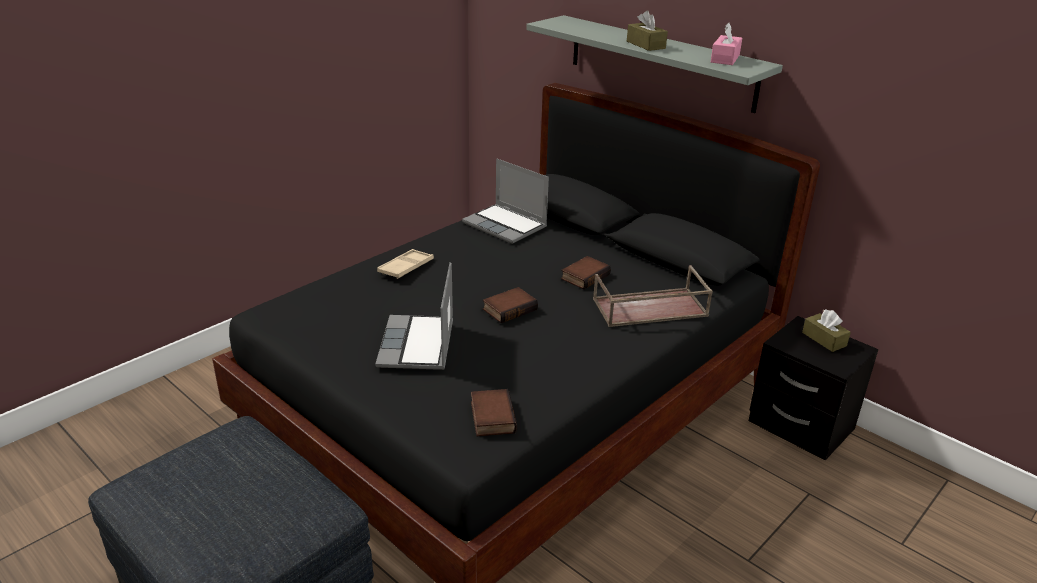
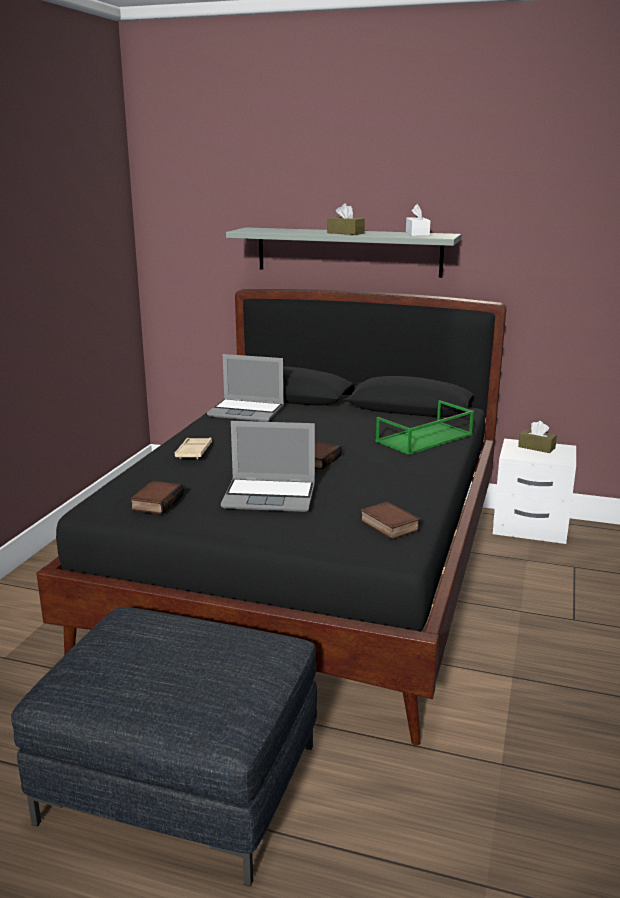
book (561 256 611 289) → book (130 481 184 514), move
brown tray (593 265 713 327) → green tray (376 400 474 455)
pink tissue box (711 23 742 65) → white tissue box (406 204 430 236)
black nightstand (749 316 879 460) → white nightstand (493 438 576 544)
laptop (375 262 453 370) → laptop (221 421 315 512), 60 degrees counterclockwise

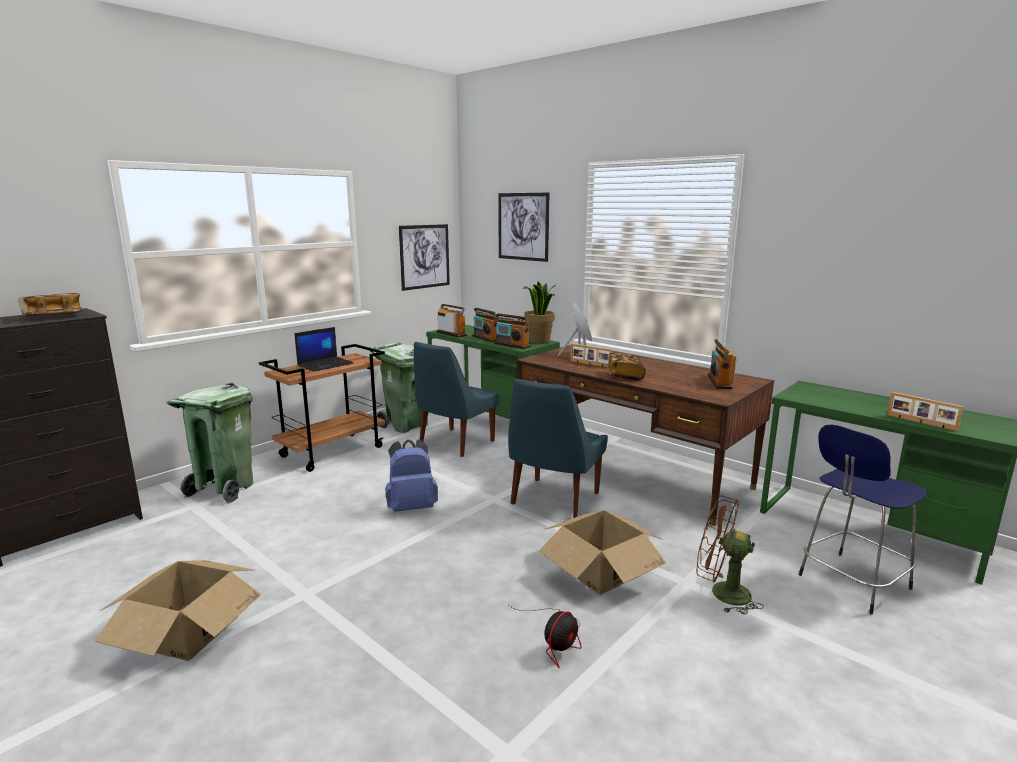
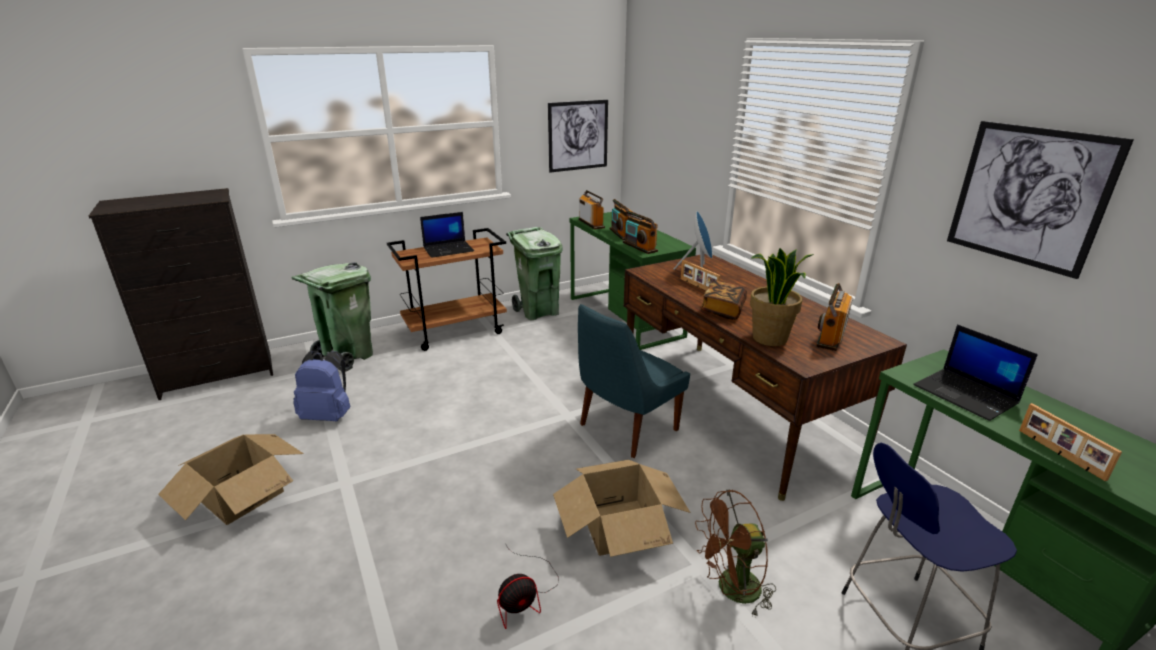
book (18 293 83 316) → -
blue chair (414 342 499 457) → -
- → laptop (913 324 1038 421)
blue backpack (385 439 438 512) → blue backpack (293 350 350 421), move
picture (498 193 549 262) → picture (947 121 1134 279), move
potted plant (522 282 556 344) → potted plant (750 248 814 346), move
brown fan (696 496 764 615) → brown fan (695 490 776 616), 60 degrees counterclockwise

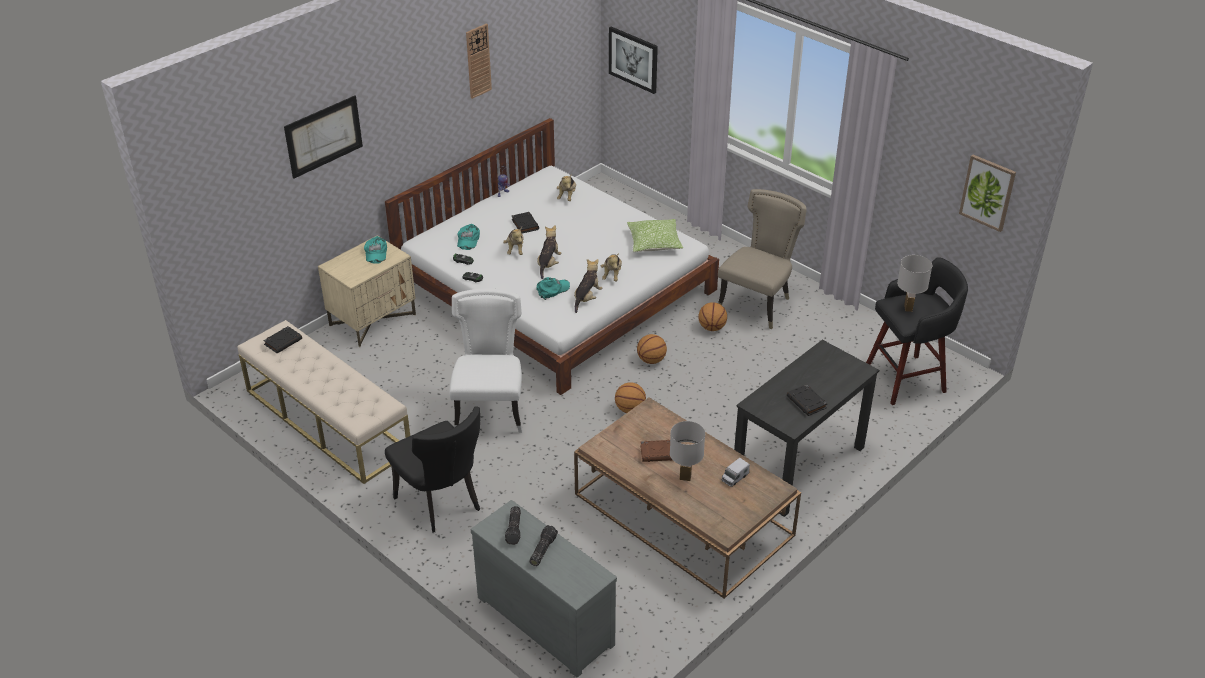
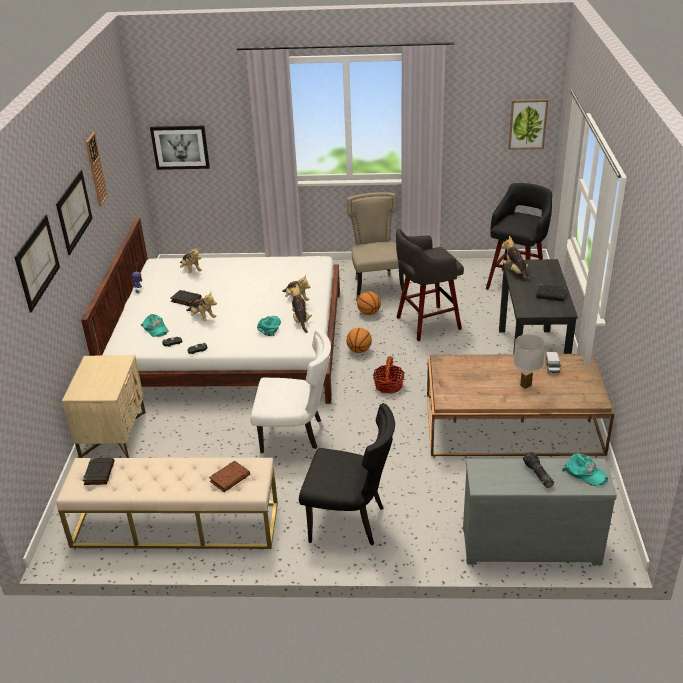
flashlight (505 506 521 545) → -
pillow (627 219 683 252) → -
white table lamp (897 255 932 312) → -
- → picture (56 170 93 255)
- → grey stool (396 229 464 341)
turquoise cap (364 236 387 264) → turquoise cap (562 454 608 486), move
plush toy (537 225 562 279) → plush toy (502 236 531 282), move
brown book (640 440 672 462) → brown book (209 461 250 492), move
basketball (615 382 646 413) → basket (373 356 405 394)
white chair (449 288 522 433) → white chair (251 329 331 458), 135 degrees clockwise

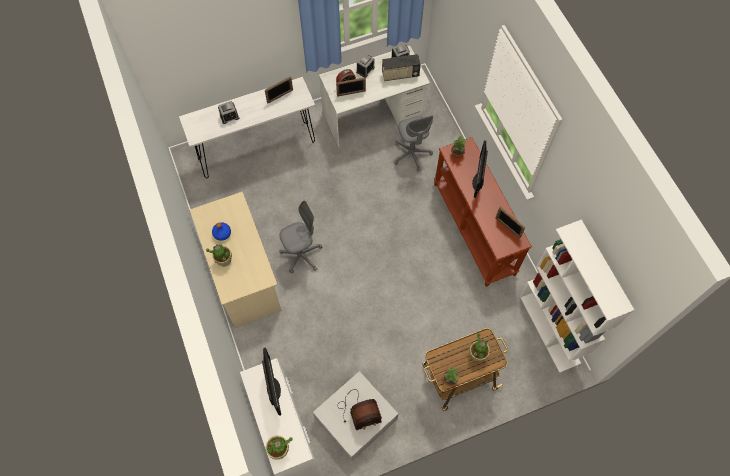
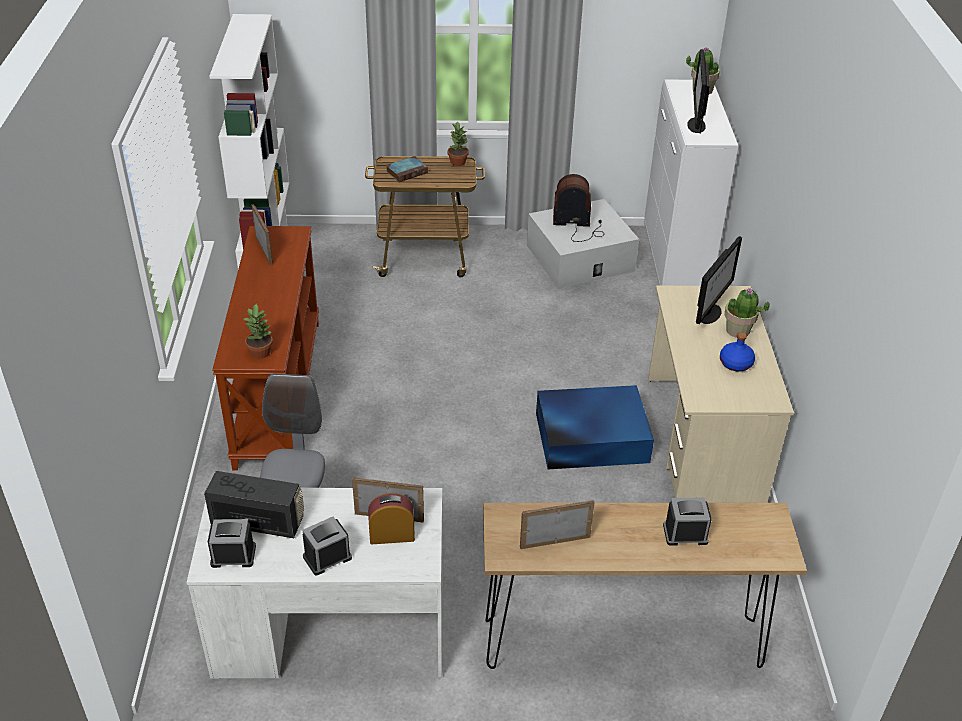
monitor (472 140 488 198) → monitor (696 236 742 324), move
grey office chair (279 201 323 273) → blue storage box (536 385 654 469)
potted plant (469 333 490 362) → book (386 156 428 182)
white console table (179 77 315 178) → brown console table (483 503 807 669)

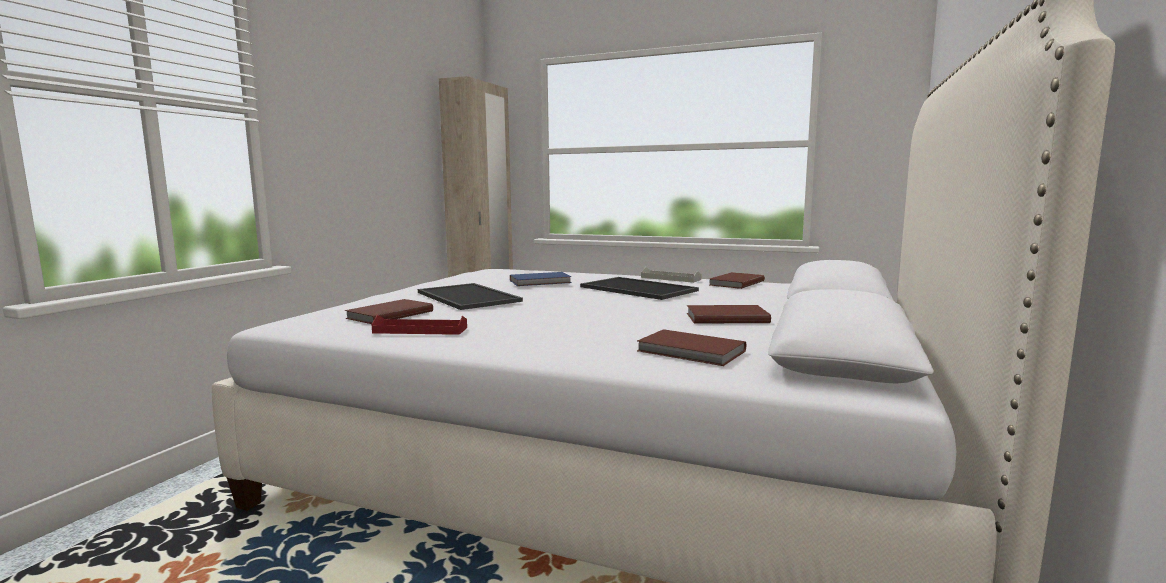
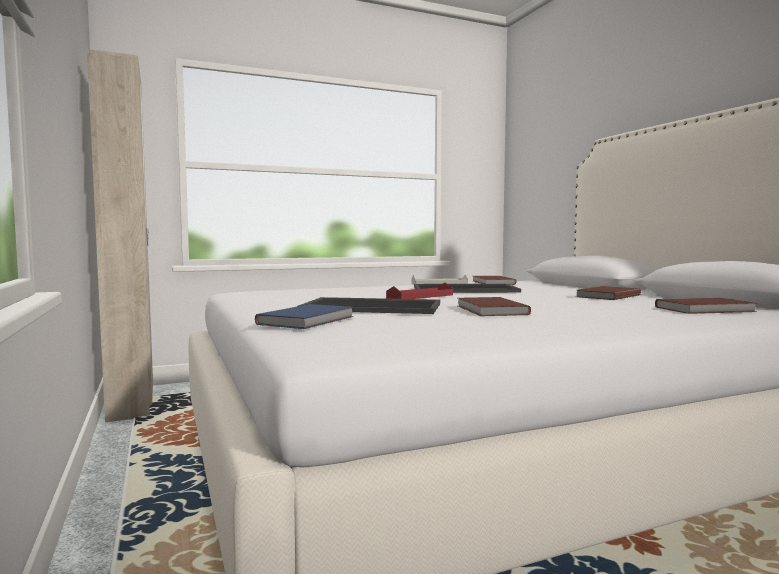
brown book (345 299 433 324) → brown book (458 297 531 316), move
red tray (372 315 467 335) → red tray (386 283 453 299), move
blue book (510 272 572 286) → blue book (255 304 354 329), move

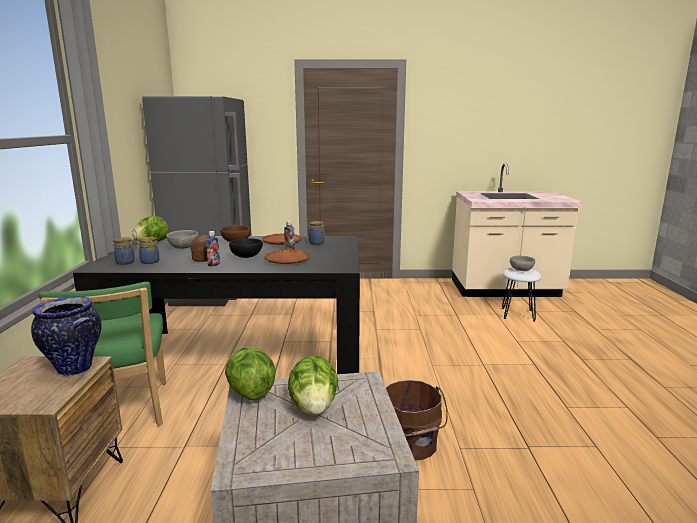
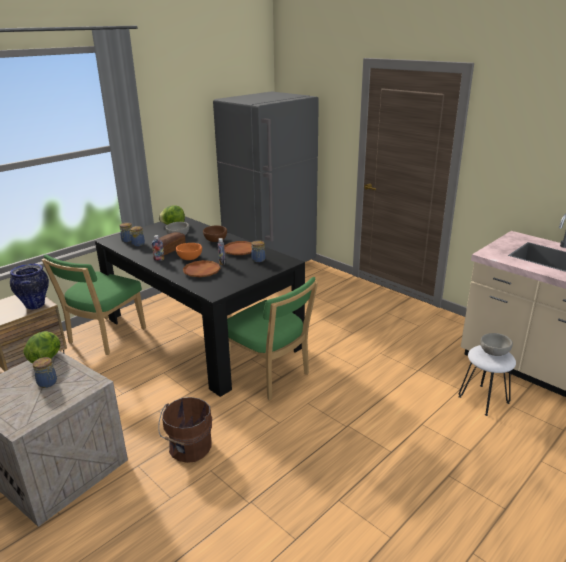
- → green chair (227 277 318 400)
lettuce (288 355 338 415) → jar (33 357 57 388)
black bowl (229 238 263 258) → orange bowl (176 243 202 260)

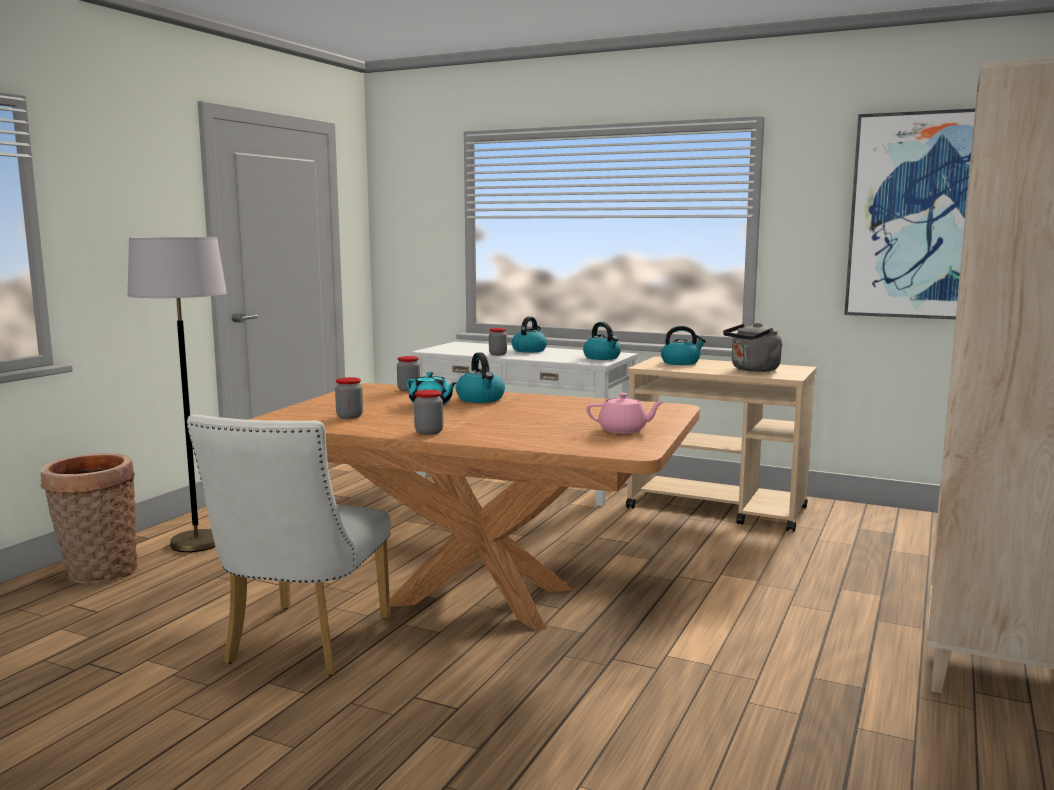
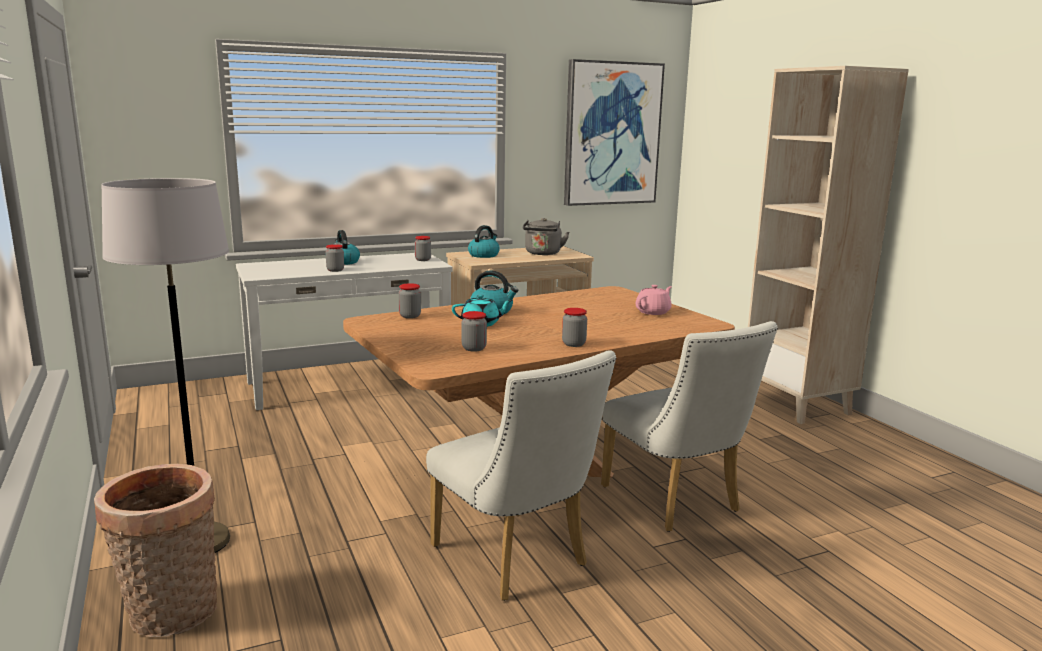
- → white chair (601 321 778 532)
kettle (583 322 621 360) → jar (415 236 431 261)

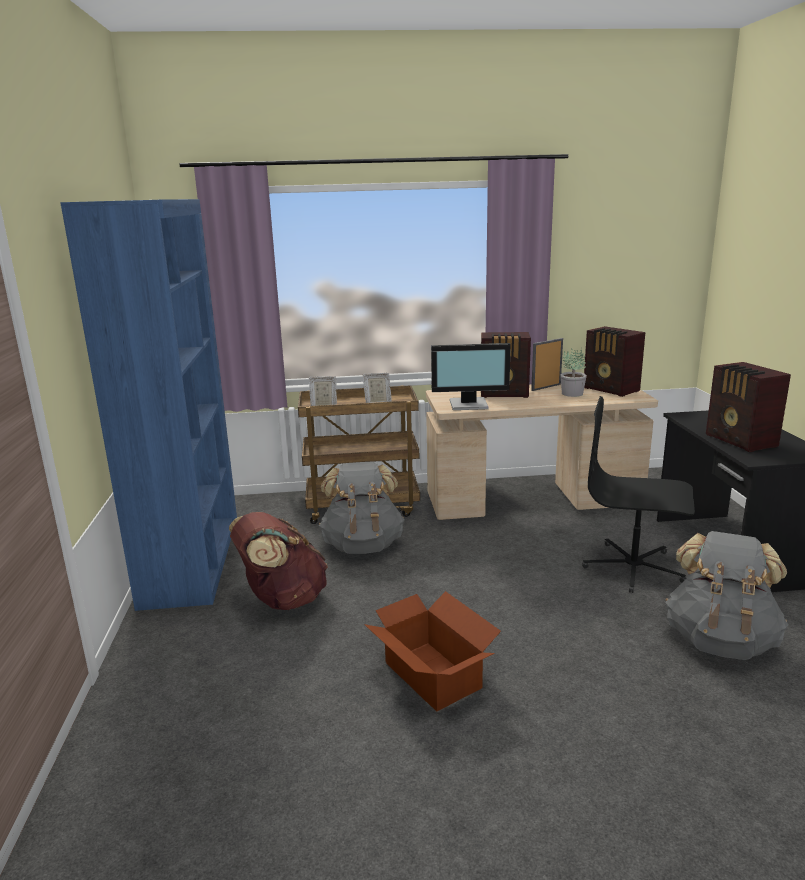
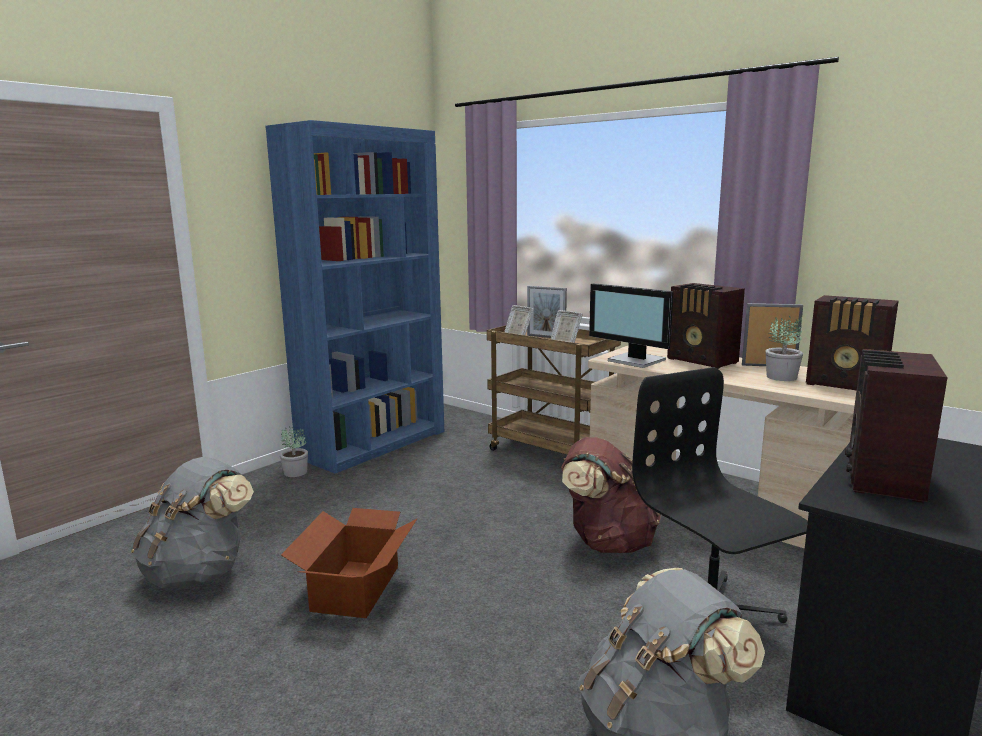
- → potted plant (280 426 308 477)
- → picture frame (527 286 567 338)
brown backpack (229 512 328 610) → brown backpack (561 437 661 553), move
grey backpack (319 461 405 554) → grey backpack (131 456 254 588), move
radio (584 326 645 397) → radio (806 295 898 390), 60 degrees counterclockwise

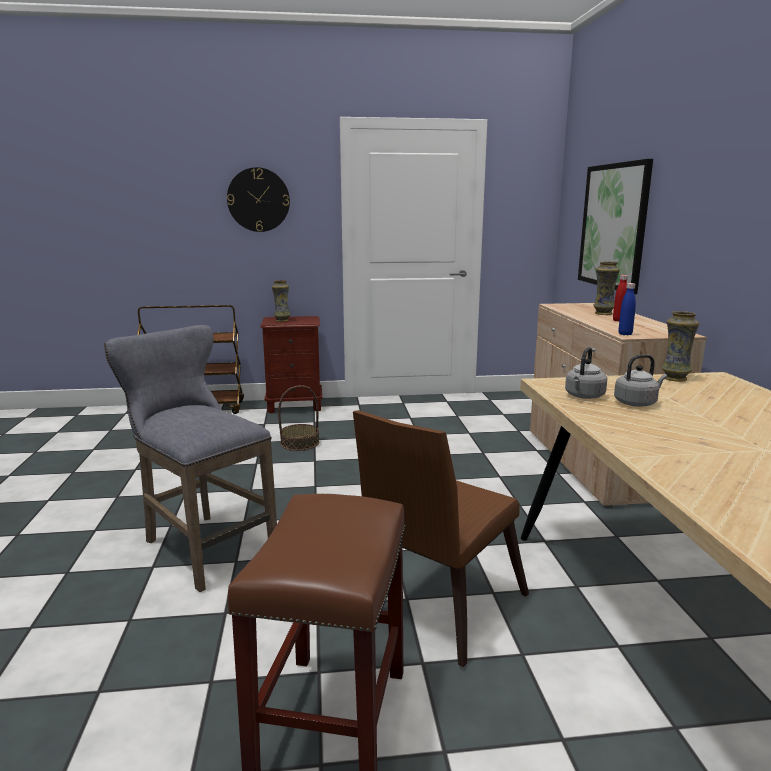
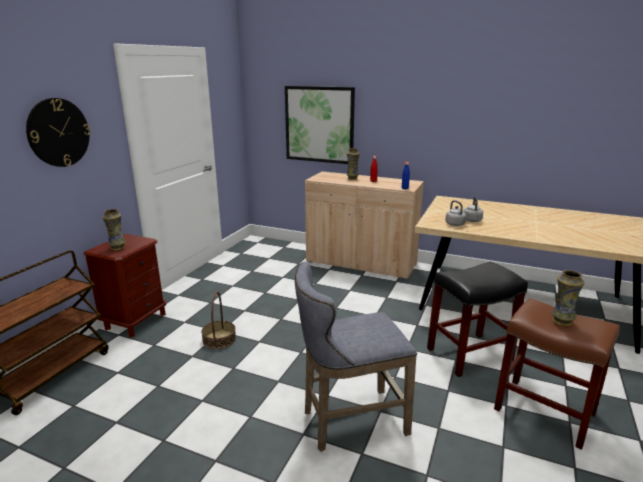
vase (662 311 699 382) → vase (552 270 584 326), move
brown chair (353 410 529 667) → black stool (427 262 528 377)

